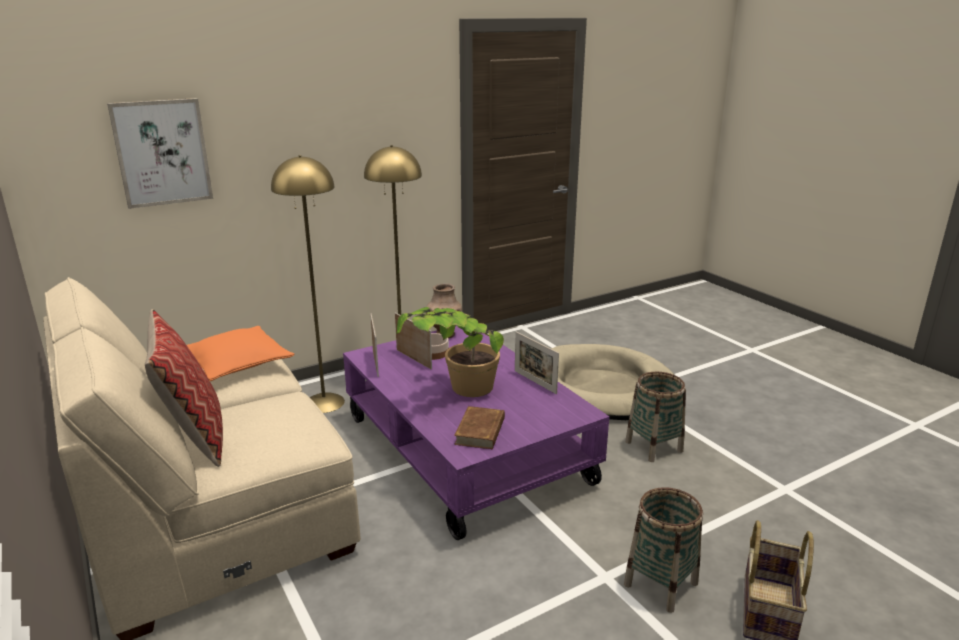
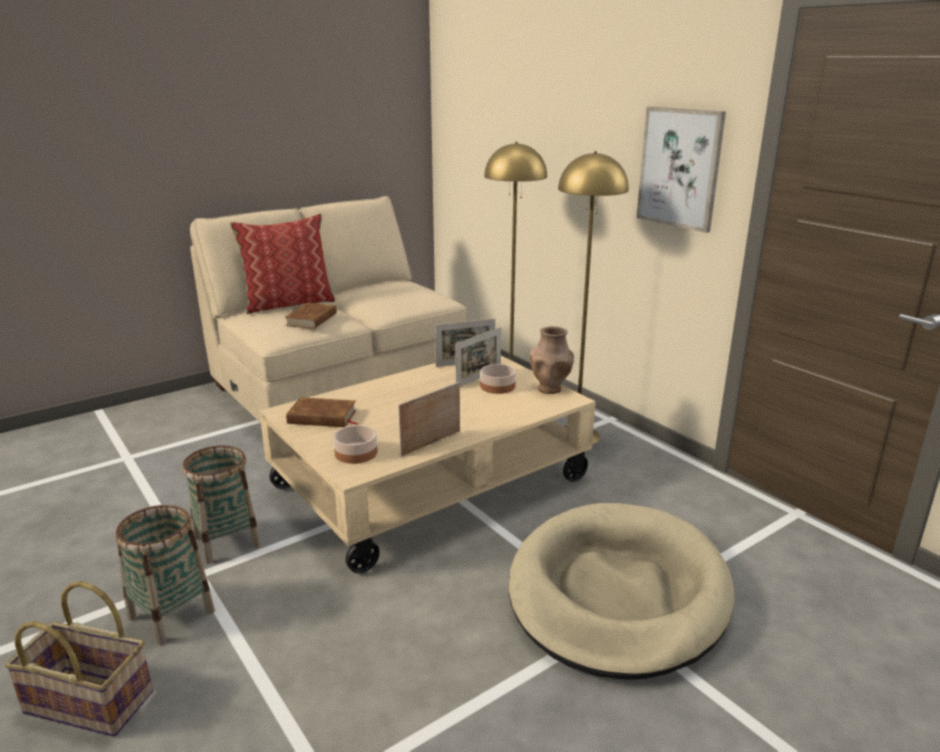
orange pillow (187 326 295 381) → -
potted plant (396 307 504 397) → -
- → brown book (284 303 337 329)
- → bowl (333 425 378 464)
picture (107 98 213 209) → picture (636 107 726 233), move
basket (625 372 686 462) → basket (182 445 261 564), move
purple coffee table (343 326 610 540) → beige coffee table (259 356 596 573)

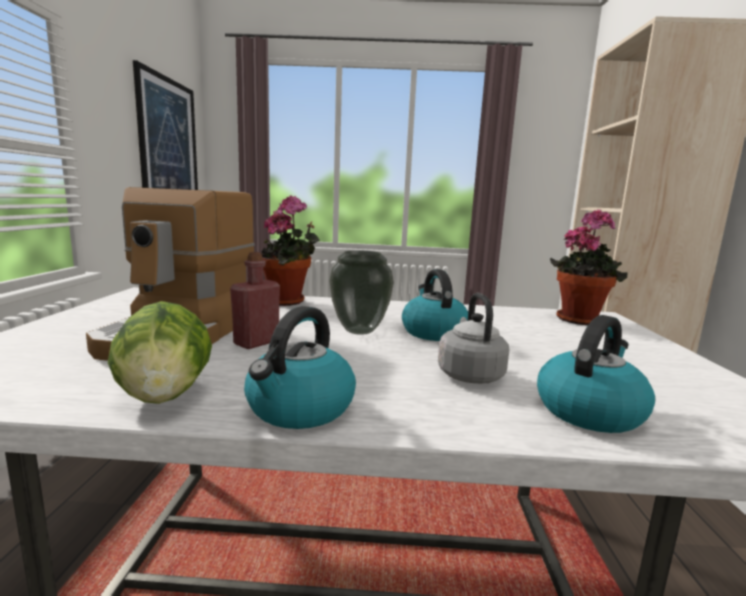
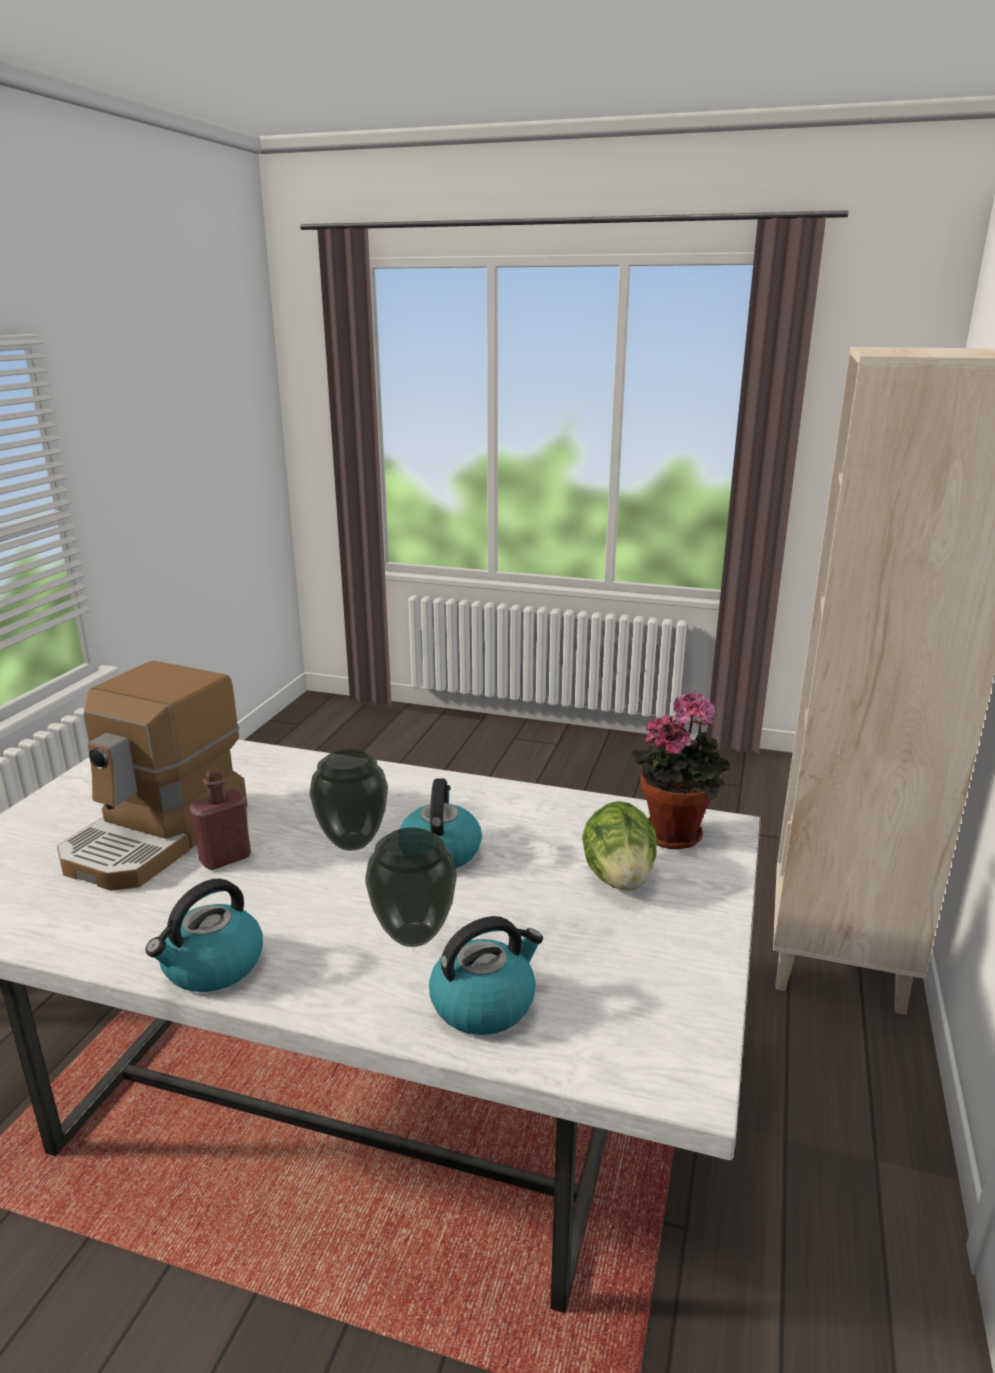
picture (133 60 198 190) → -
potted plant (261 195 320 306) → -
lettuce (108 301 212 404) → lettuce (582 801 657 891), move
grey kettle (438 293 509 384) → vase (365 827 457 947)

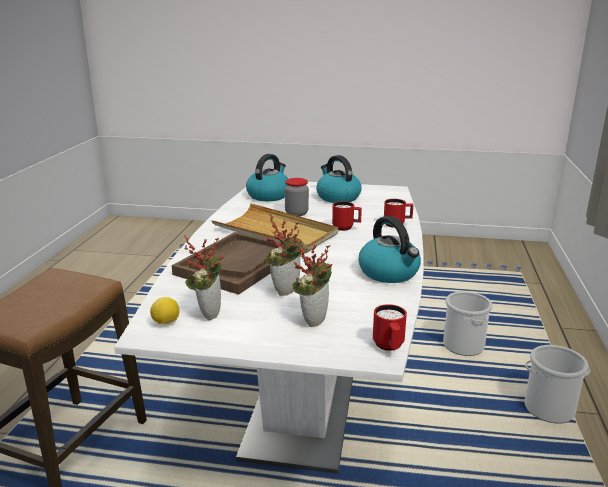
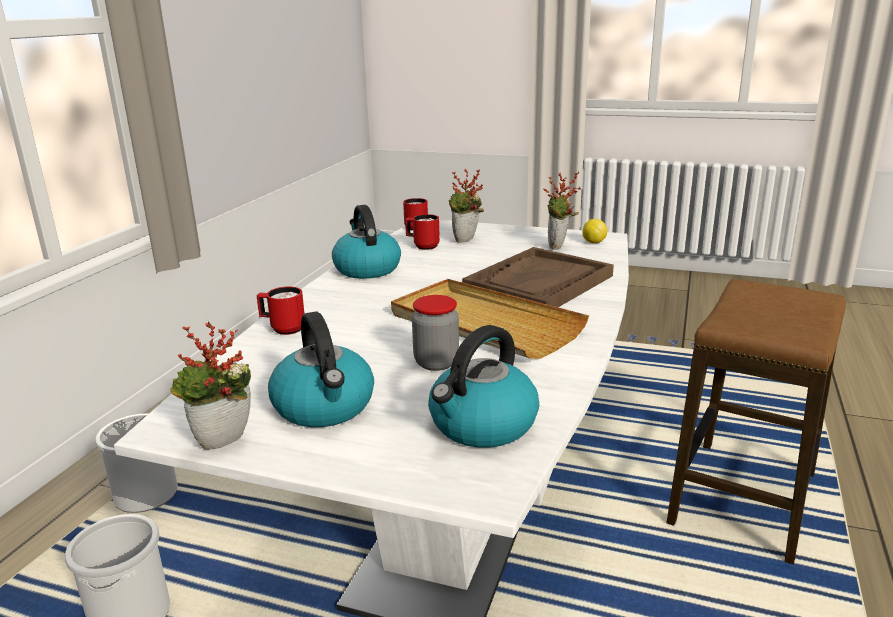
potted plant (266 214 304 296) → potted plant (170 321 251 450), move
red mug (332 201 362 231) → red mug (405 214 440 250), move

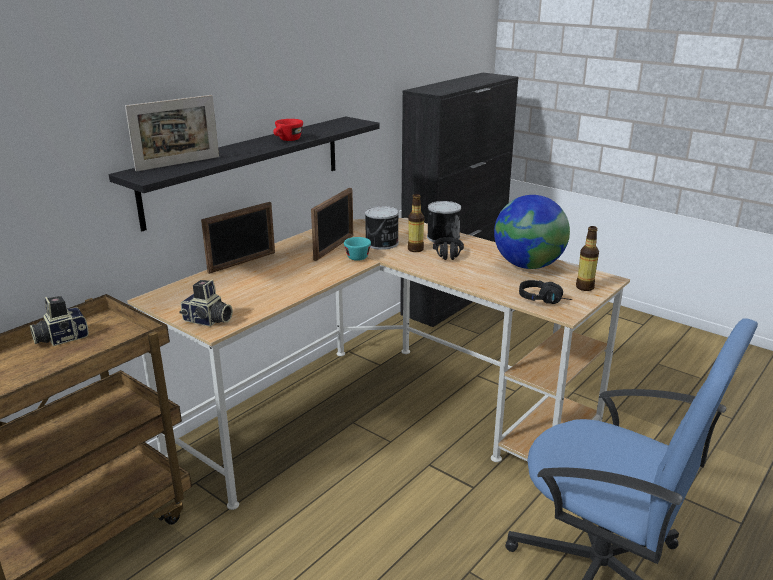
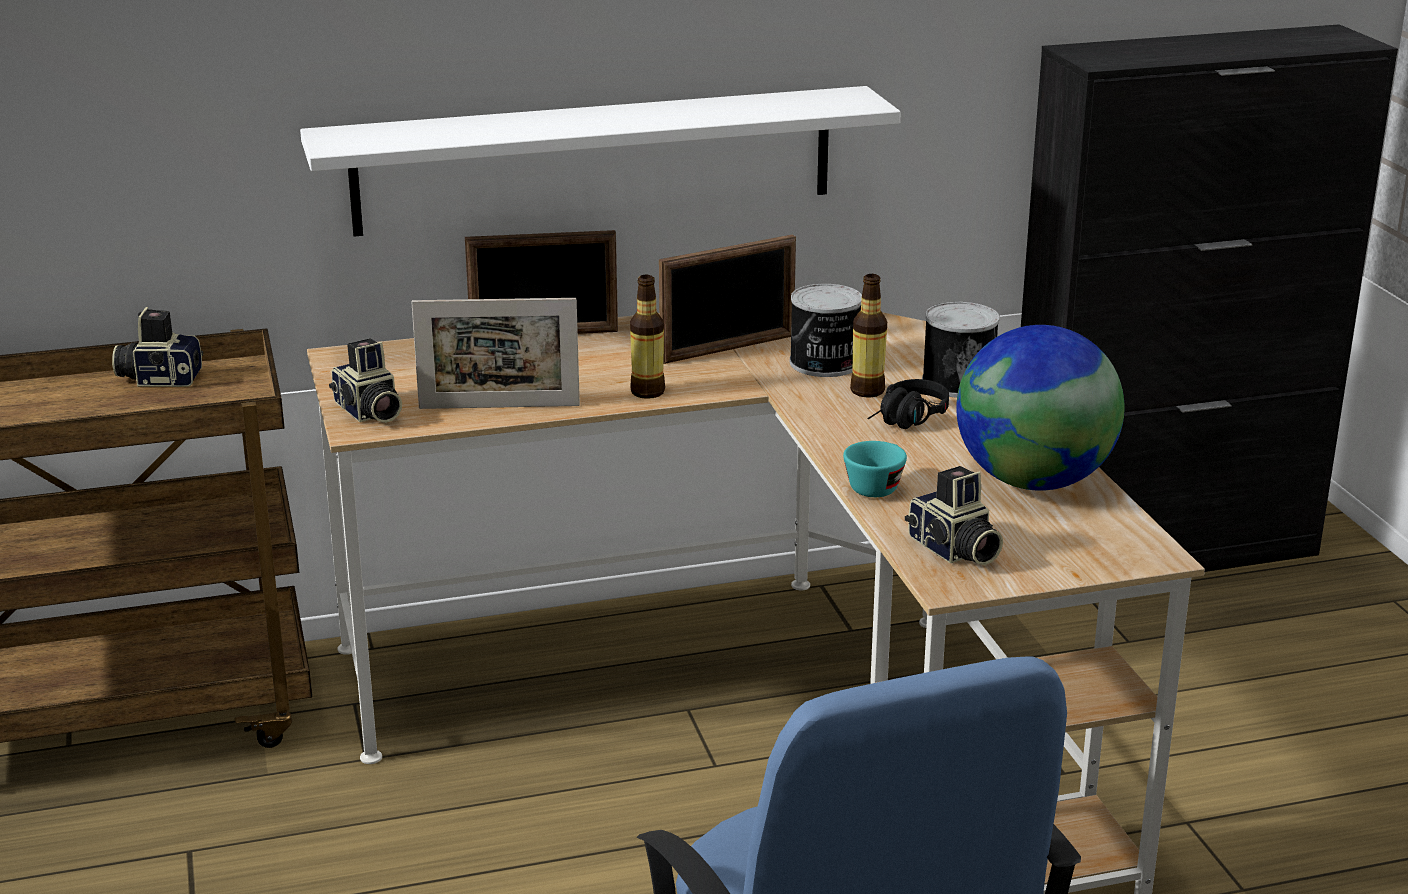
red cup (273 119 303 141) → -
picture frame (125 95 219 172) → picture frame (411 298 580 409), move
turquoise cup (344 237 371 261) → turquoise cup (843 441 907 497), move
bottle (576 226 599 291) → bottle (630 275 665 399), move
black headphones (519 280 572 304) → photo camera (905 466 1003 566)
black shelf (109 116 379 231) → white shelf (300 86 901 237)

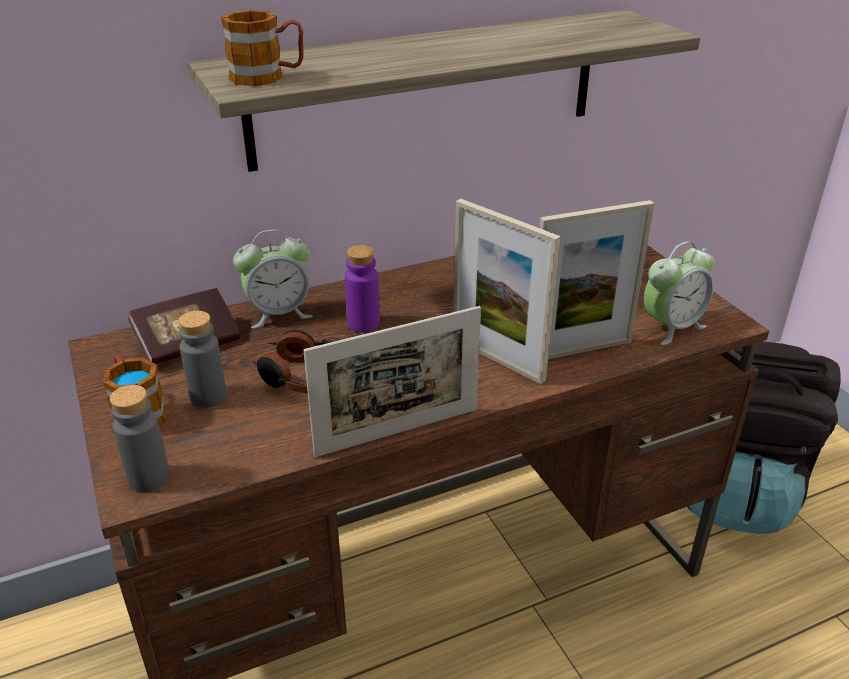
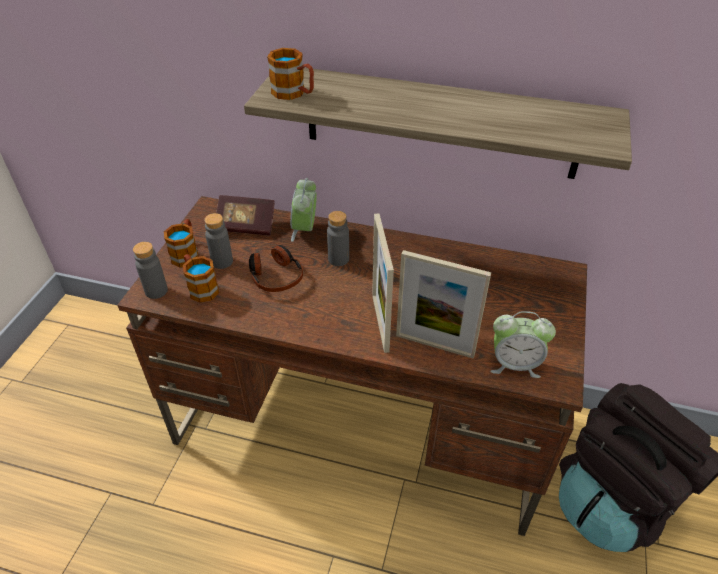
picture frame (304 306 481 457) → -
- → mug (183 254 219 303)
purple bottle (345 245 380 333) → grey bottle (327 211 349 266)
alarm clock (233 230 313 328) → alarm clock (290 178 317 242), 75 degrees clockwise

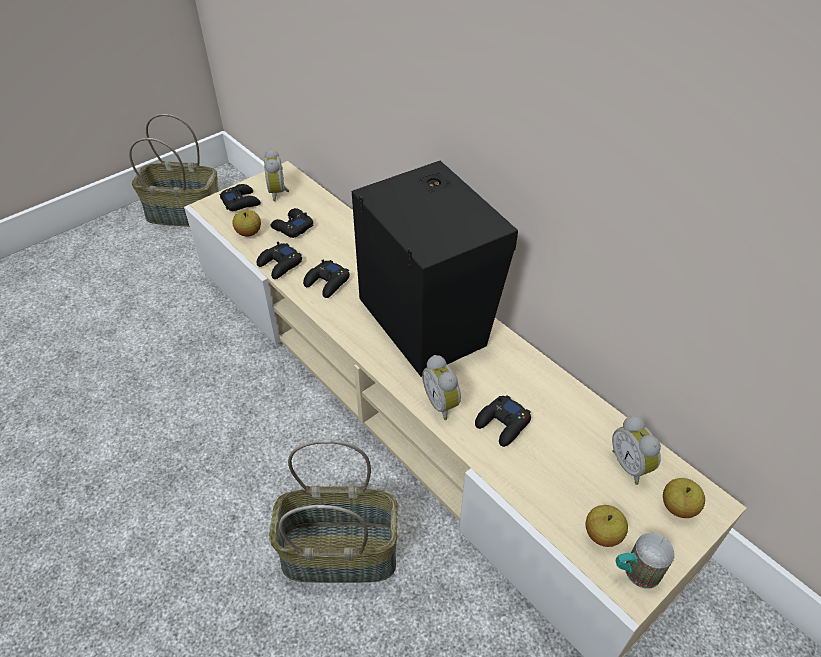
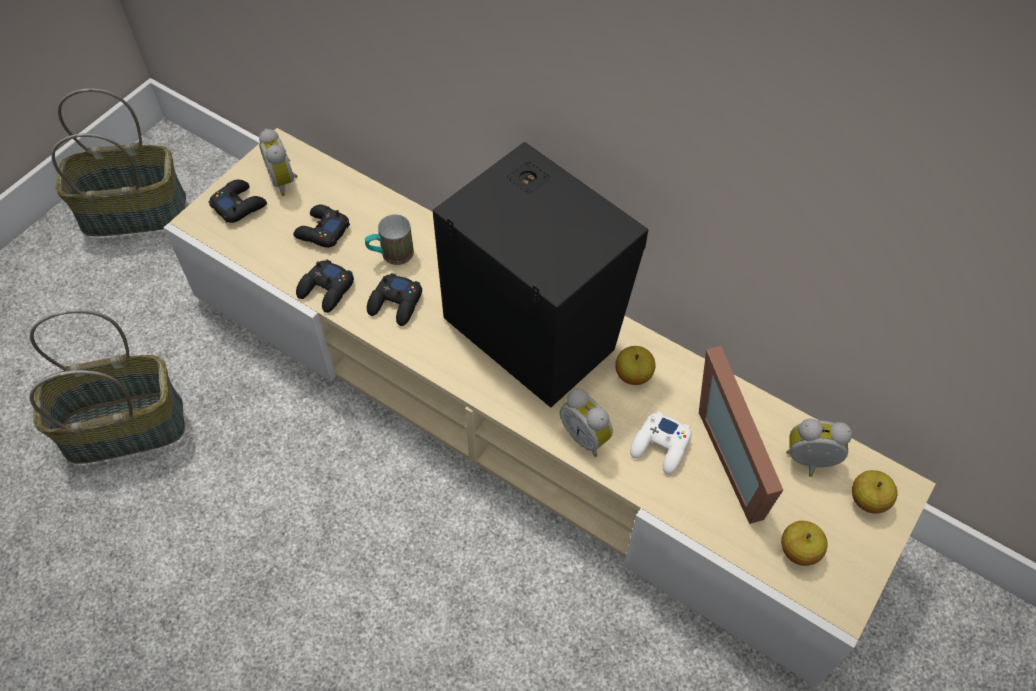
- → picture frame (699 346 783 524)
apple (233 210 261 237) → apple (615 346 655 385), move
basket (269 440 398 583) → basket (29 309 185 464), move
mug (616 533 674 589) → mug (365 214 414 265), move
black game controller (475 395 531 447) → white game controller (630 412 692 474)
alarm clock (612 415 661 485) → alarm clock (786 419 852 477), 135 degrees clockwise

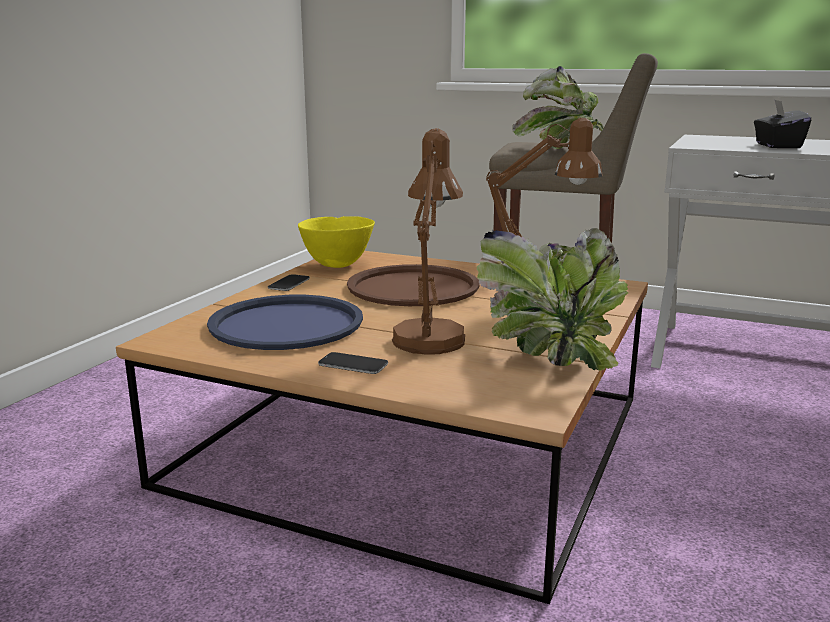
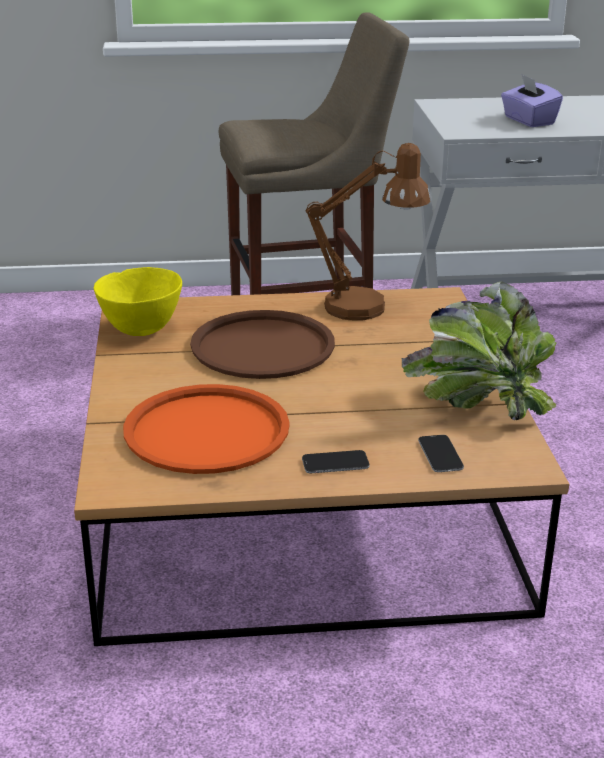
brown table lamp (392 128 465 354) → -
potted plant (512 66 604 149) → -
phone (268 274 310 291) → phone (418 435 464 472), move
blue tray (207 295 363 350) → orange tray (123 384 290 474)
black tissue box (754 100 811 148) → purple tissue box (501 74 563 127)

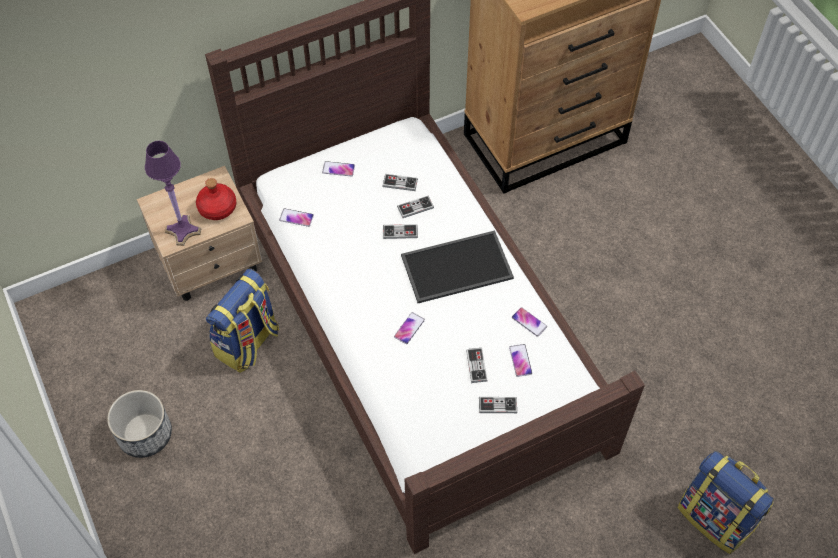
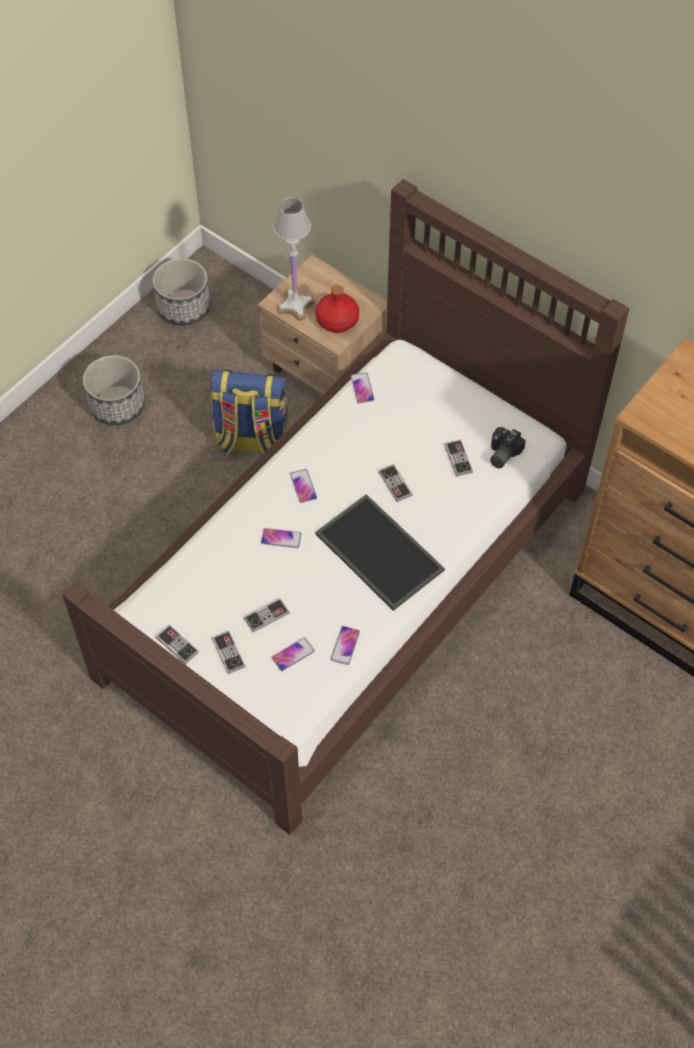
backpack (678 451 774 554) → -
- → planter (153 258 210 326)
- → photo camera (490 427 526 469)
phone (322 161 355 176) → phone (290 469 317 503), move
game controller (397 196 434 218) → game controller (156 625 199 664), move
purple table lamp (145 141 201 246) → white table lamp (273 197 315 321)

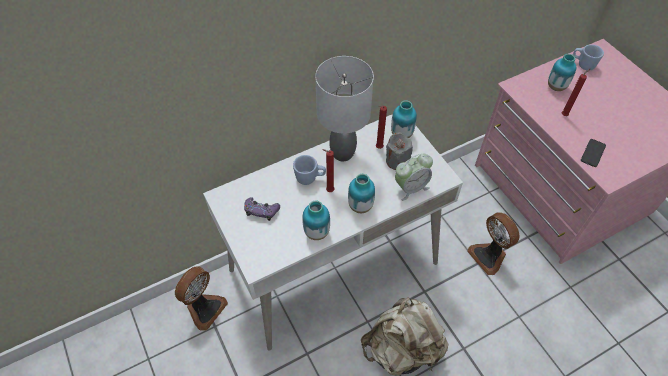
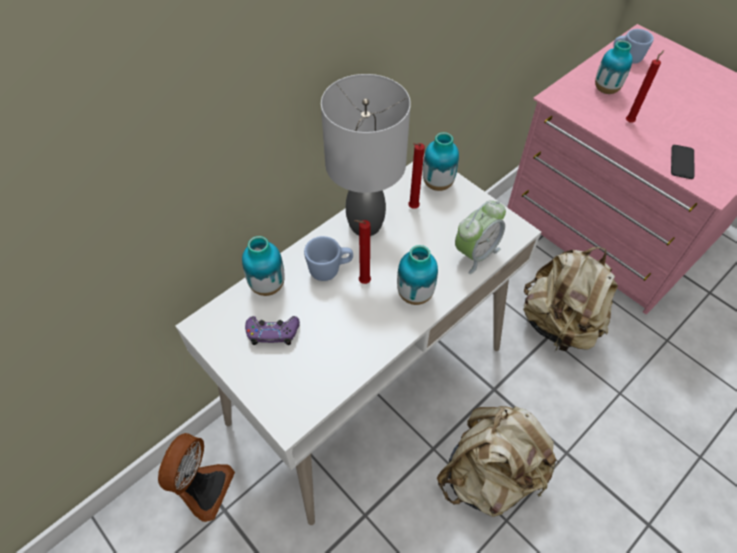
grey candle (386 132 413 170) → -
vase (302 200 330 240) → vase (242 236 285 296), move
fan (467 212 520 275) → beige backpack (523 247 618 352)

